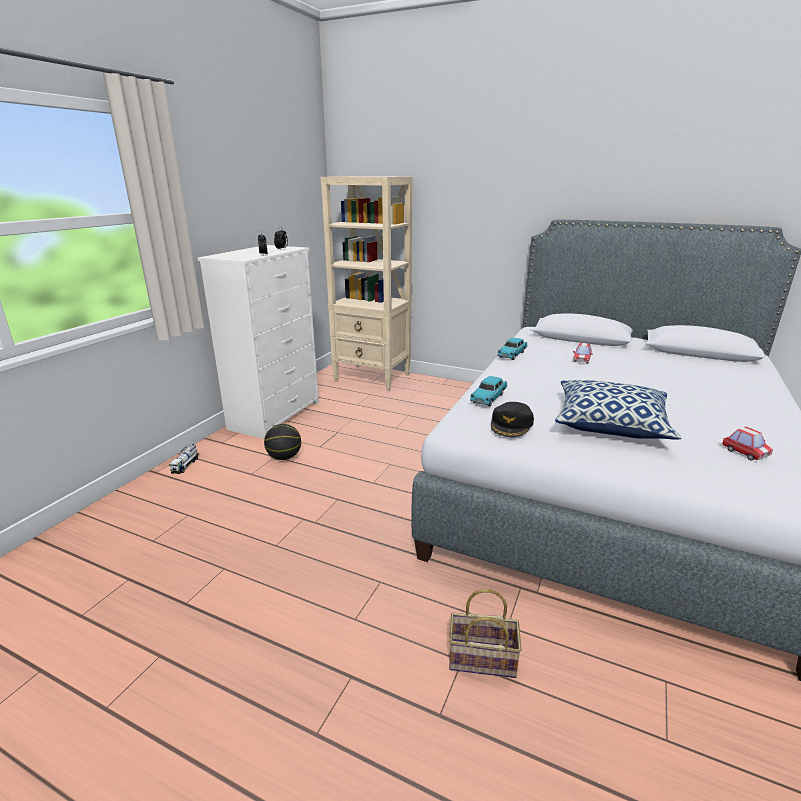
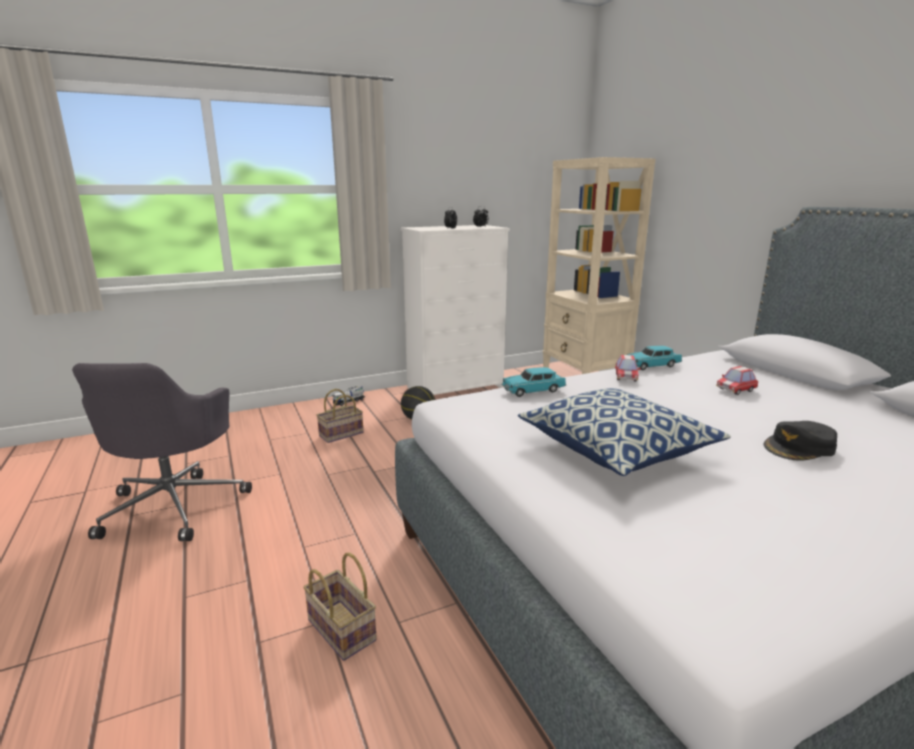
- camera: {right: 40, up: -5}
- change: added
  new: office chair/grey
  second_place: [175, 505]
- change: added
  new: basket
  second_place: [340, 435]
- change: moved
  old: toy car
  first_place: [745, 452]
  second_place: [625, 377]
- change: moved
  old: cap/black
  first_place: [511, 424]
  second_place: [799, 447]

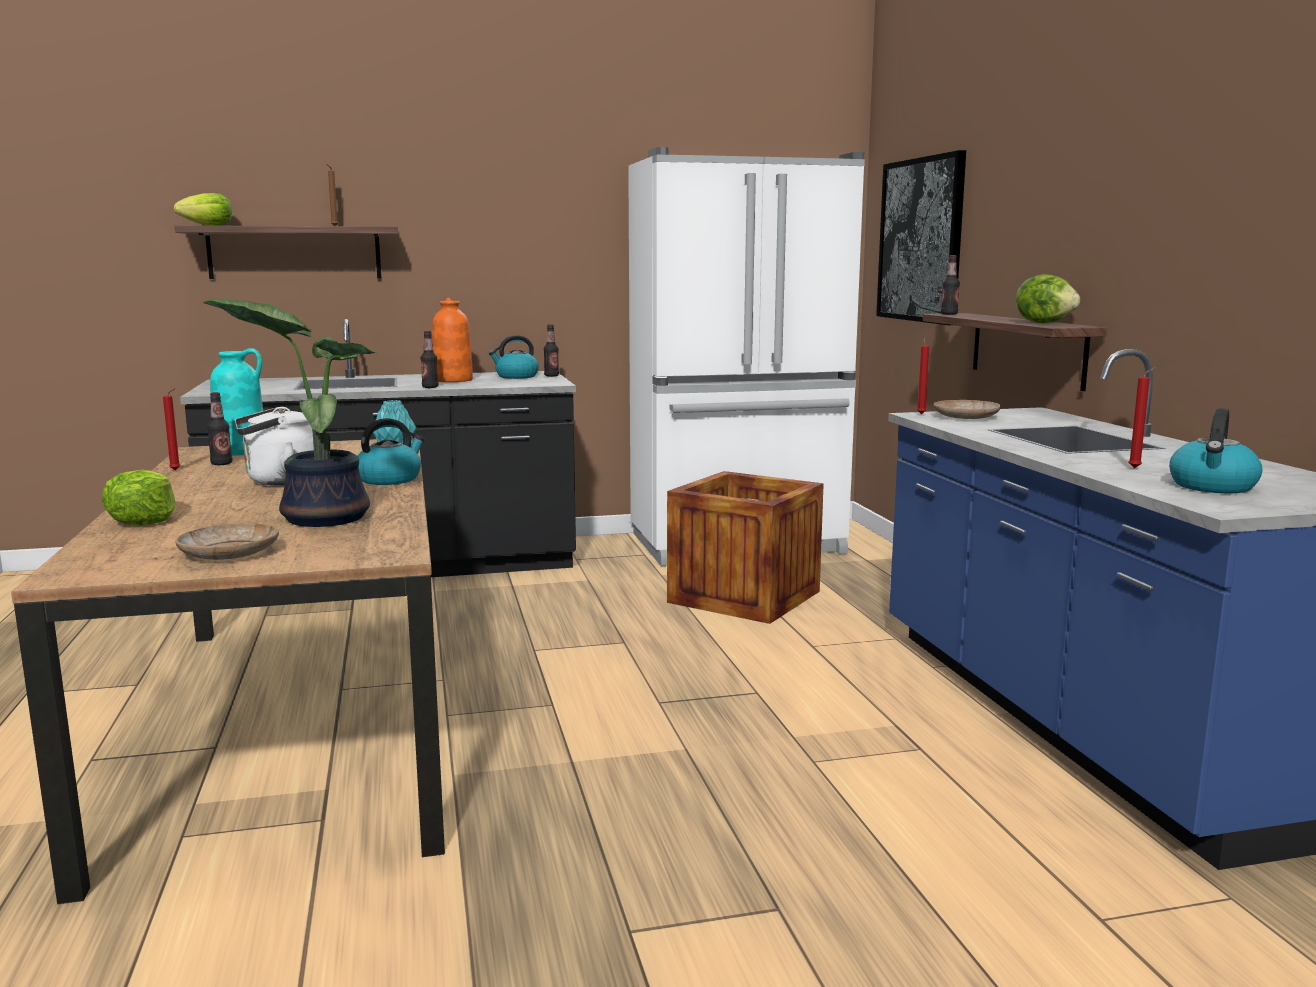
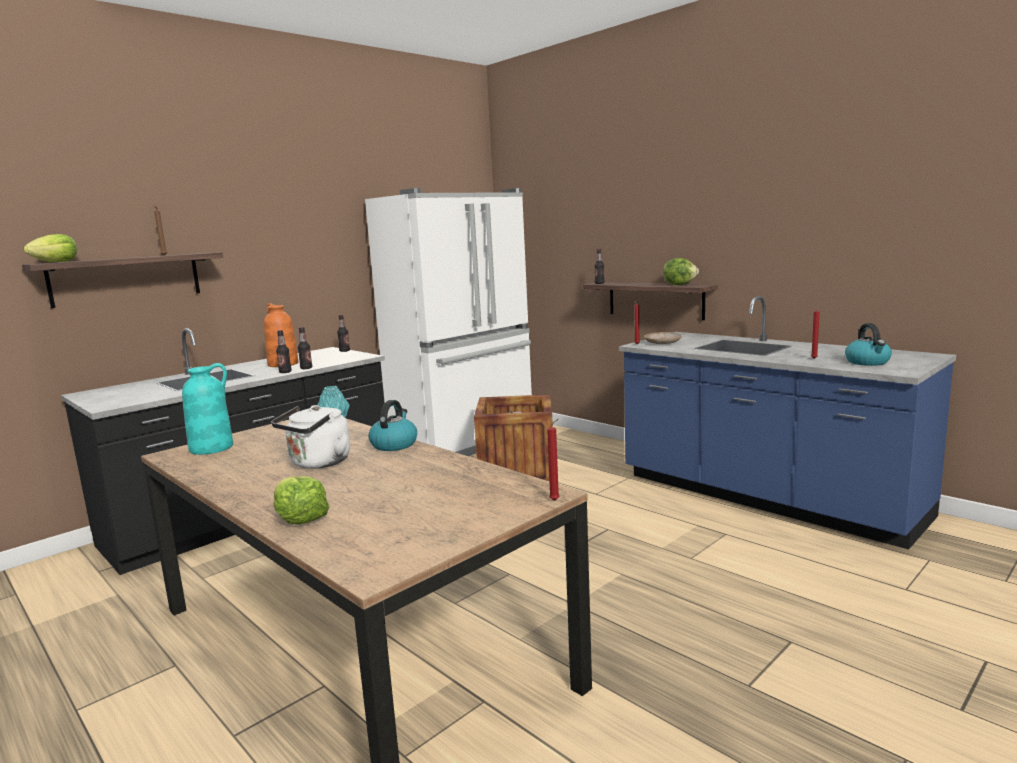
- camera: {right: -30, up: 0}
- change: moved
  old: bottle
  first_place: [221, 464]
  second_place: [306, 368]
- change: moved
  old: candle/red
  first_place: [177, 470]
  second_place: [556, 500]
- change: removed
  old: plate/beige
  first_place: [229, 553]
- change: removed
  old: potted plant
  first_place: [322, 517]
- change: removed
  old: kettle
  first_place: [516, 376]
- change: removed
  old: picture
  first_place: [921, 240]

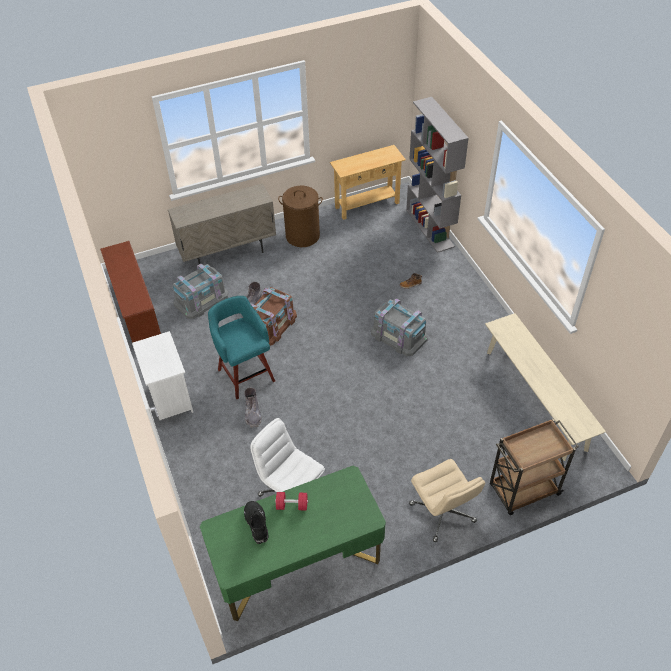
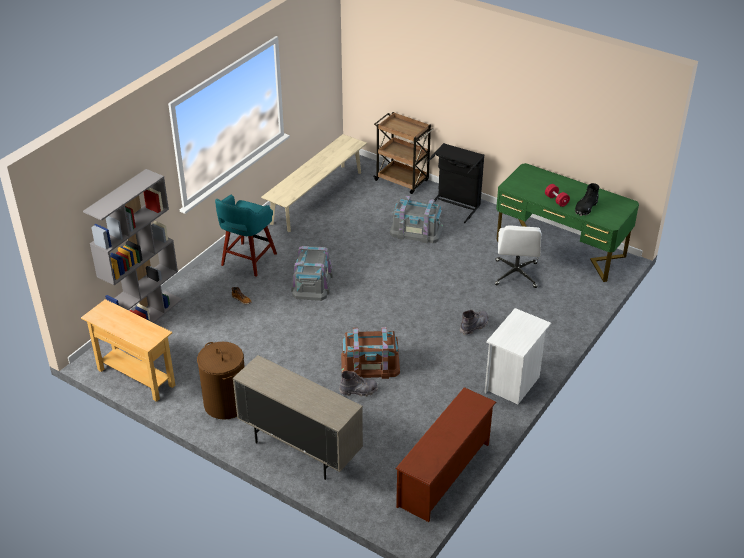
- camera: {right: -125, up: -10}
- change: moved
  old: stool/turquoise
  first_place: [245, 374]
  second_place: [248, 260]
- change: moved
  old: storage box/grey
  first_place: [201, 299]
  second_place: [416, 230]
- change: replaced
  old: office chair/beige
  new: laundry basket/black
  first_place: [443, 513]
  second_place: [455, 205]

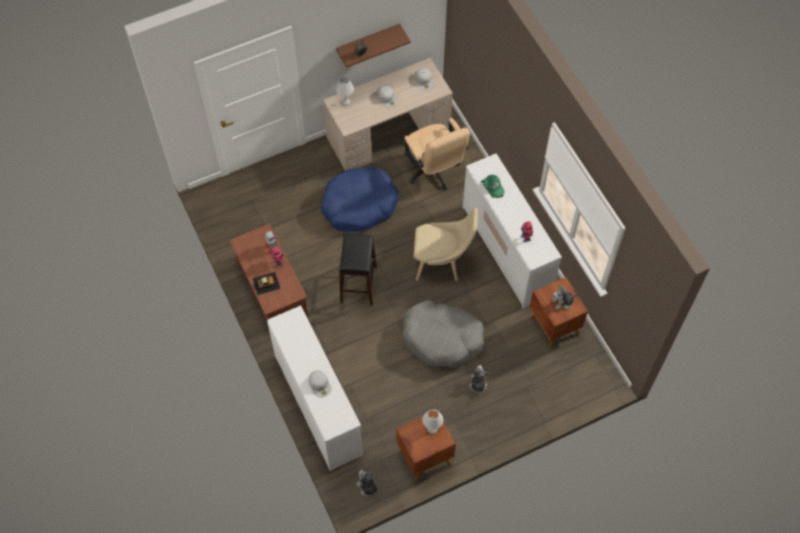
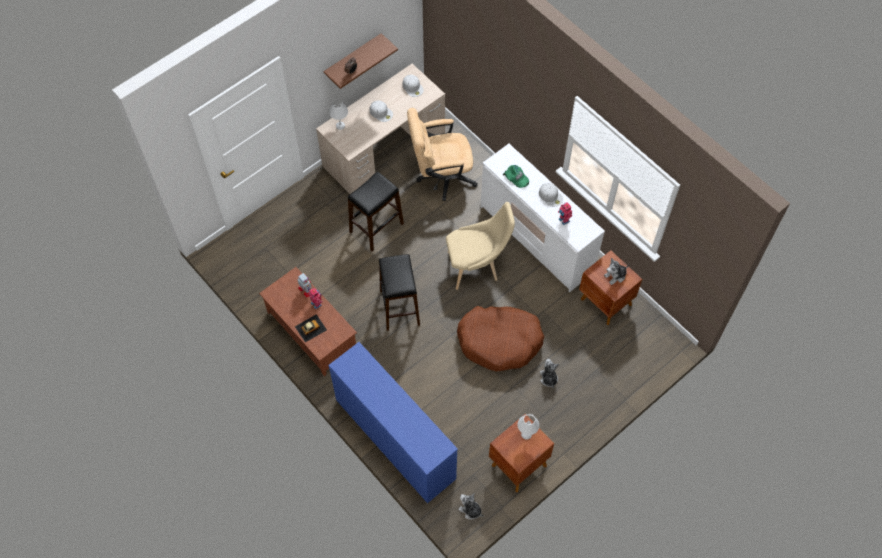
- camera: {right: -15, up: 0}
- change: recoloured
  old: dresser/white
  new: dresser/blue
  first_place: [318, 404]
  second_place: [395, 438]
- change: replaced
  old: dog bed/blue
  new: stool/black
  first_place: [359, 205]
  second_place: [376, 227]
- change: turned
  old: office chair/beige
  first_place: [434, 171]
  second_place: [441, 177]
  degrees: 120
- change: recoloured
  old: dog bed/grey
  new: dog bed/brown
  first_place: [442, 338]
  second_place: [499, 341]
- change: moved
  old: cap/white
  first_place: [320, 384]
  second_place: [551, 196]

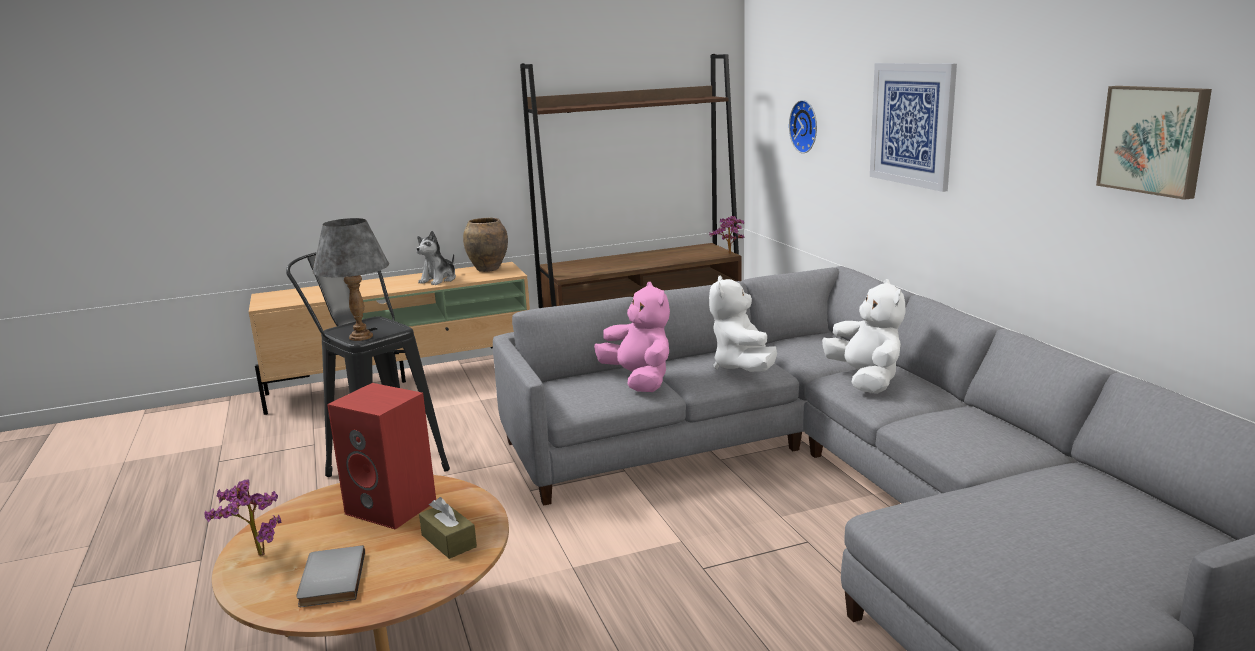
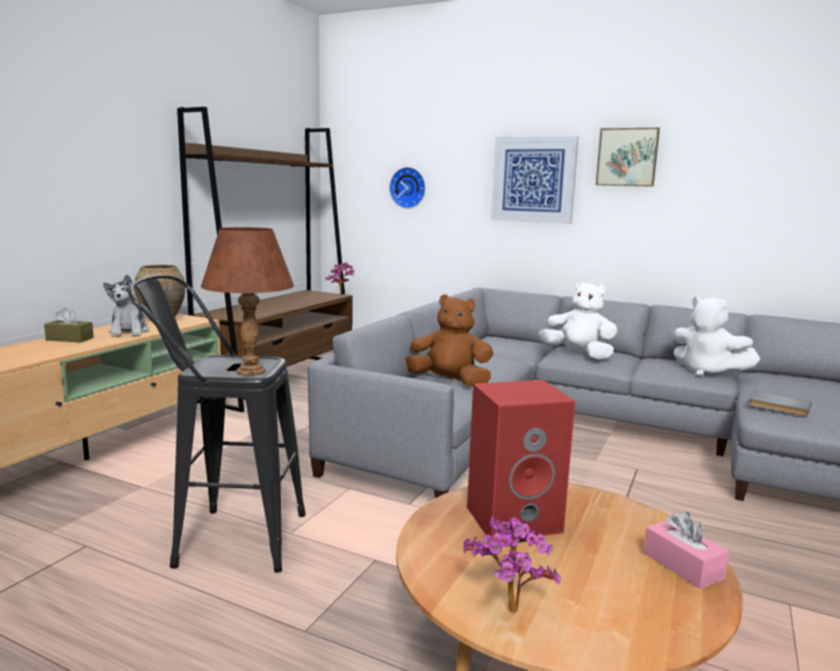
- camera: {right: -45, up: -5}
- change: moved
  old: tissue box/brown
  first_place: [448, 541]
  second_place: [70, 339]
- change: recoloured
  old: table lamp/grey
  new: table lamp/brown
  first_place: [361, 337]
  second_place: [251, 371]
- change: recoloured
  old: plush toy/pink
  new: plush toy/brown
  first_place: [639, 380]
  second_place: [449, 382]
- change: moved
  old: picture
  first_place: [1154, 140]
  second_place: [627, 157]
- change: added
  new: tissue box/pink
  second_place: [682, 565]
- change: moved
  old: plush toy/white
  first_place: [742, 367]
  second_place: [707, 371]
- change: moved
  old: book/grey
  first_place: [329, 579]
  second_place: [779, 406]

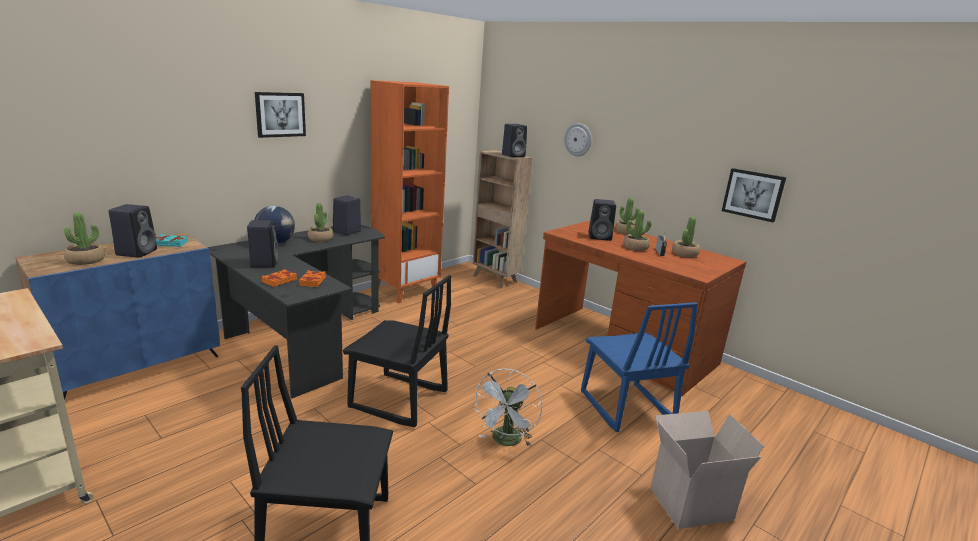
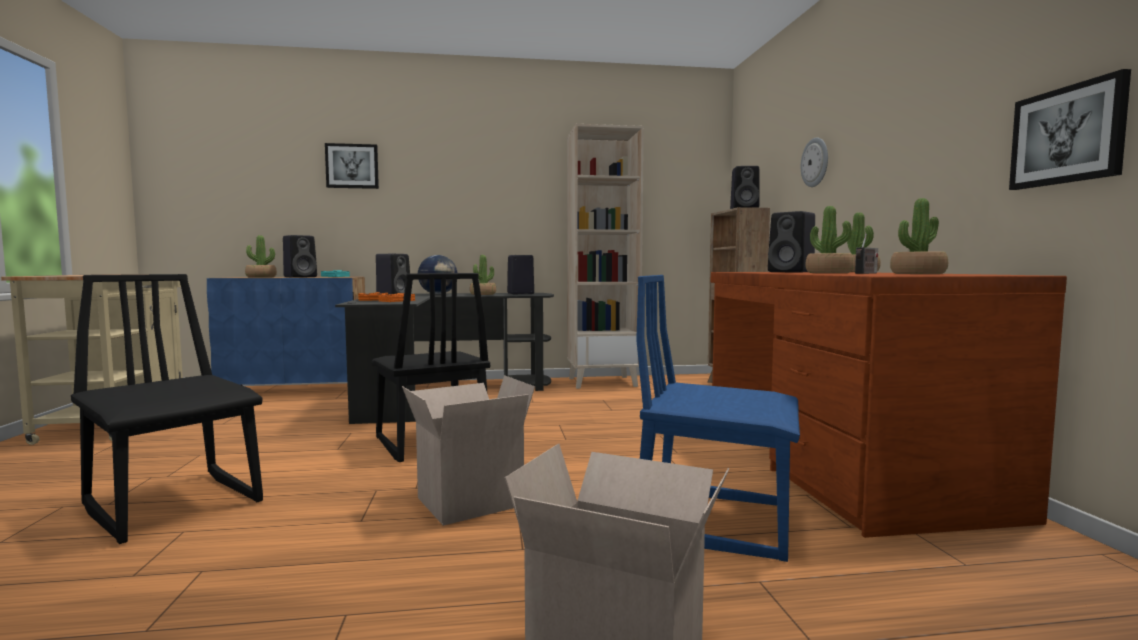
- camera: {right: 40, up: -15}
- change: moved
  old: picture
  first_place: [280, 114]
  second_place: [352, 166]
- change: replaced
  old: fan/white
  new: cardboard box
  first_place: [506, 441]
  second_place: [470, 500]
- change: recoloured
  old: bookcase/orange
  new: bookcase/beige
  first_place: [405, 290]
  second_place: [602, 382]
- change: turned
  old: chair/blue
  first_place: [625, 408]
  second_place: [716, 520]
  degrees: 90

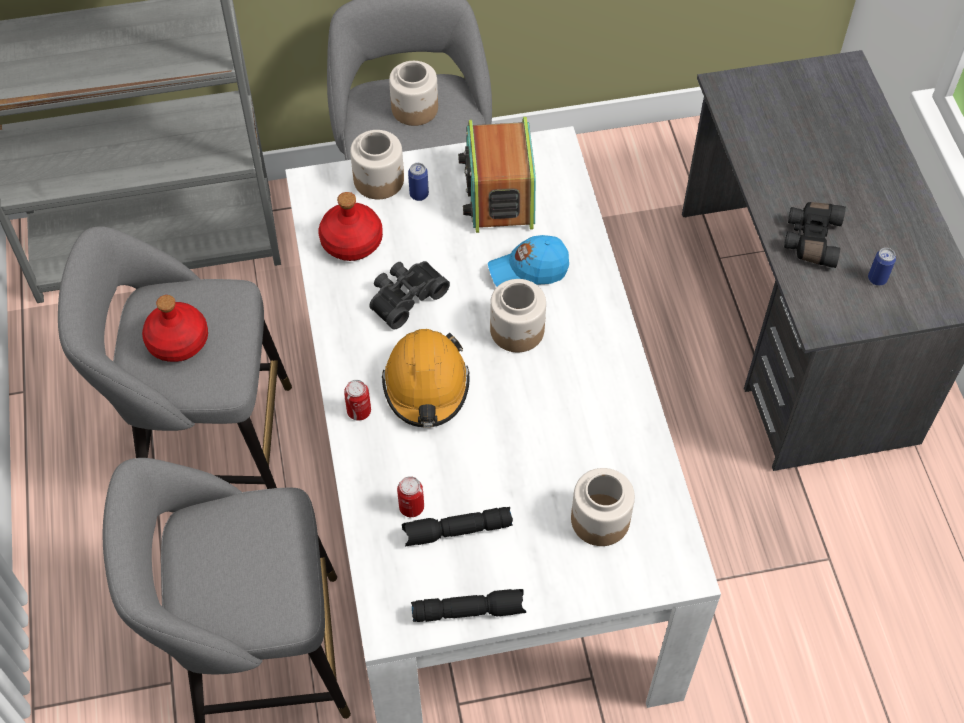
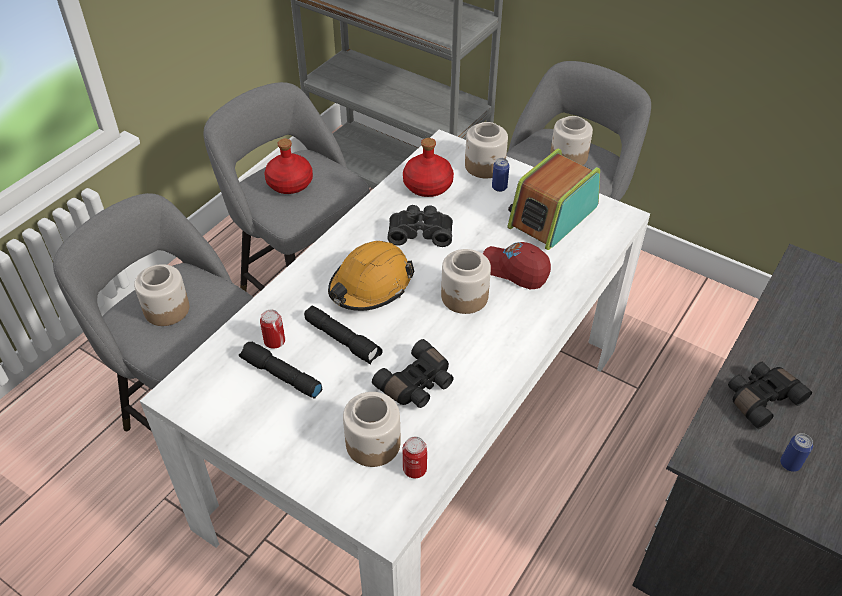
- camera: {right: 45, up: -10}
- change: added
  new: jar
  second_place: [167, 310]
- change: moved
  old: flashlight/black
  first_place: [469, 610]
  second_place: [343, 340]
- change: added
  new: binoculars/black
  second_place: [417, 385]
- change: moved
  old: can
  first_place: [359, 411]
  second_place: [414, 469]
- change: recoloured
  old: cap/blue
  new: cap/red
  first_place: [528, 270]
  second_place: [515, 270]

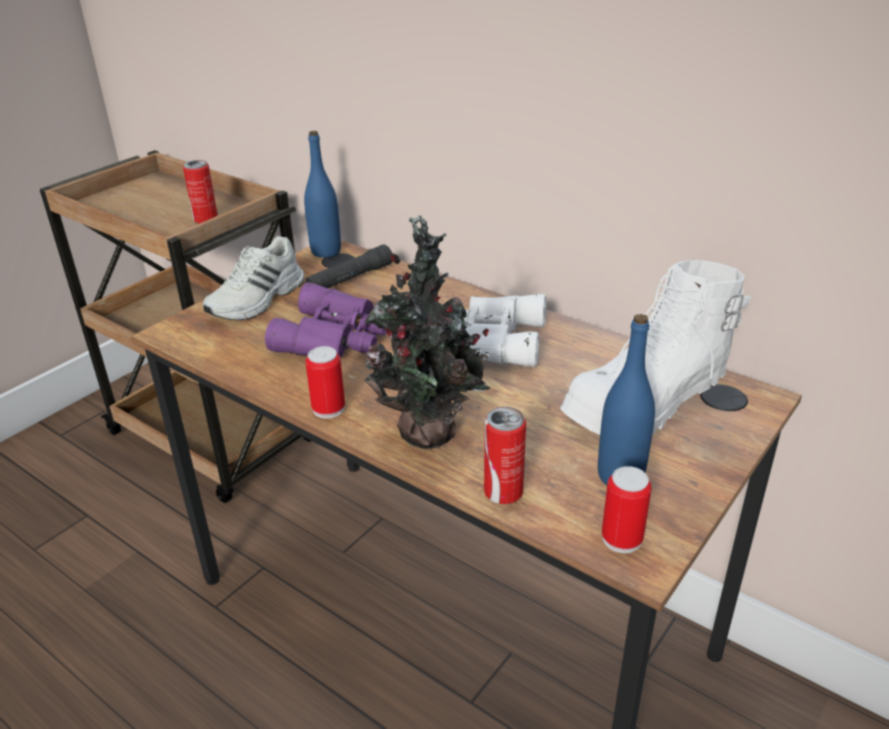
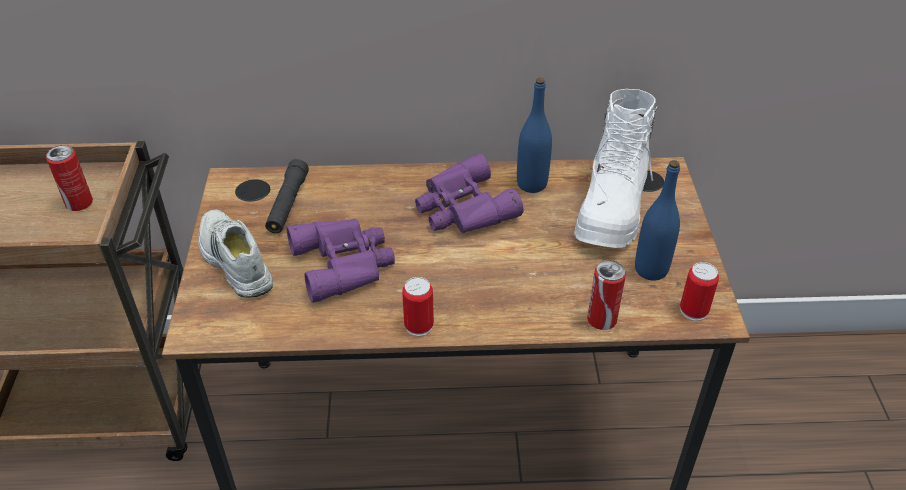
- camera: {right: -40, up: 10}
- change: turned
  old: shoe/white
  first_place: [258, 300]
  second_place: [233, 261]
  degrees: 150
- change: recoloured
  old: binoculars/white
  new: binoculars/purple
  first_place: [491, 340]
  second_place: [463, 208]
- change: moved
  old: bottle/blue
  first_place: [326, 251]
  second_place: [531, 184]
- change: removed
  old: potted plant
  first_place: [431, 436]

